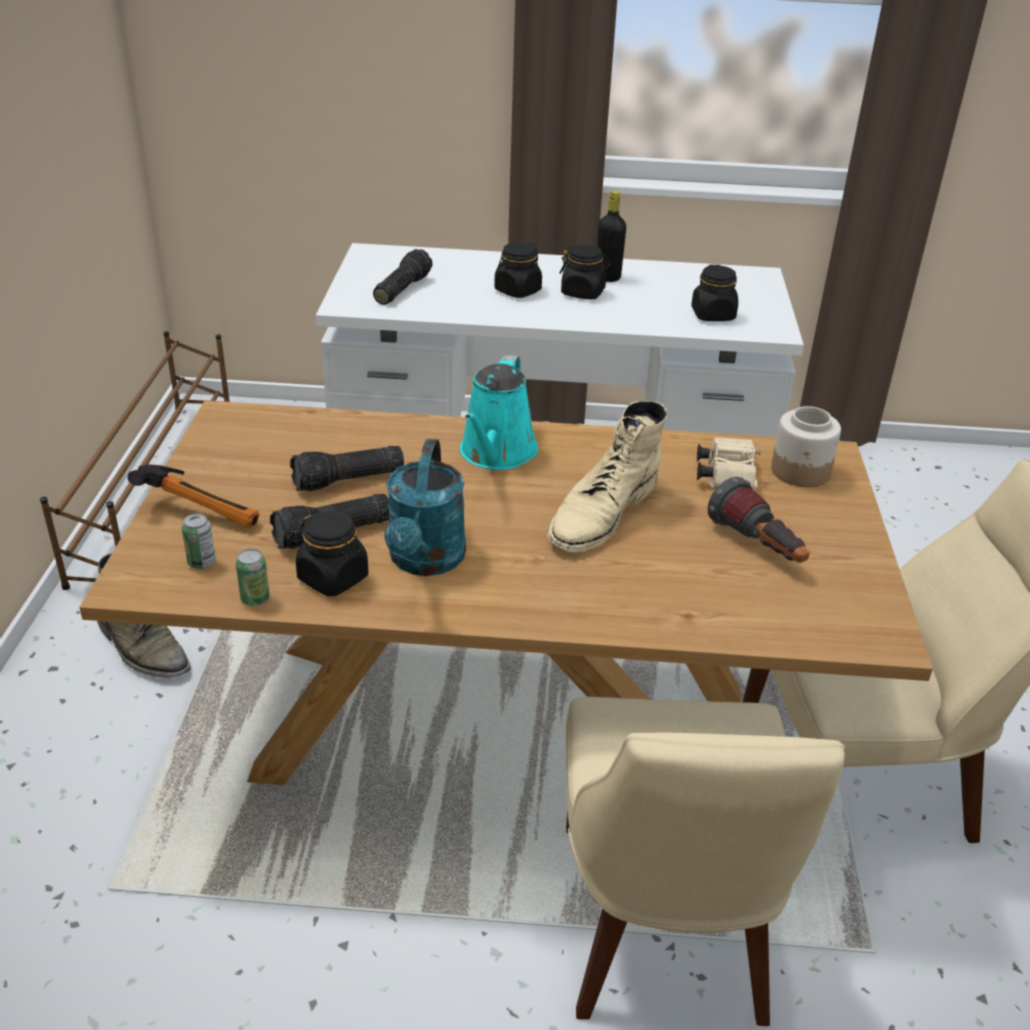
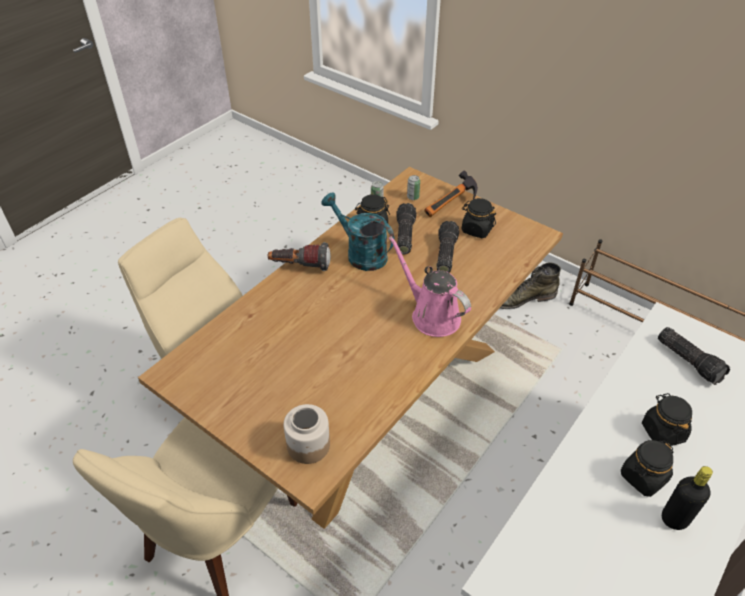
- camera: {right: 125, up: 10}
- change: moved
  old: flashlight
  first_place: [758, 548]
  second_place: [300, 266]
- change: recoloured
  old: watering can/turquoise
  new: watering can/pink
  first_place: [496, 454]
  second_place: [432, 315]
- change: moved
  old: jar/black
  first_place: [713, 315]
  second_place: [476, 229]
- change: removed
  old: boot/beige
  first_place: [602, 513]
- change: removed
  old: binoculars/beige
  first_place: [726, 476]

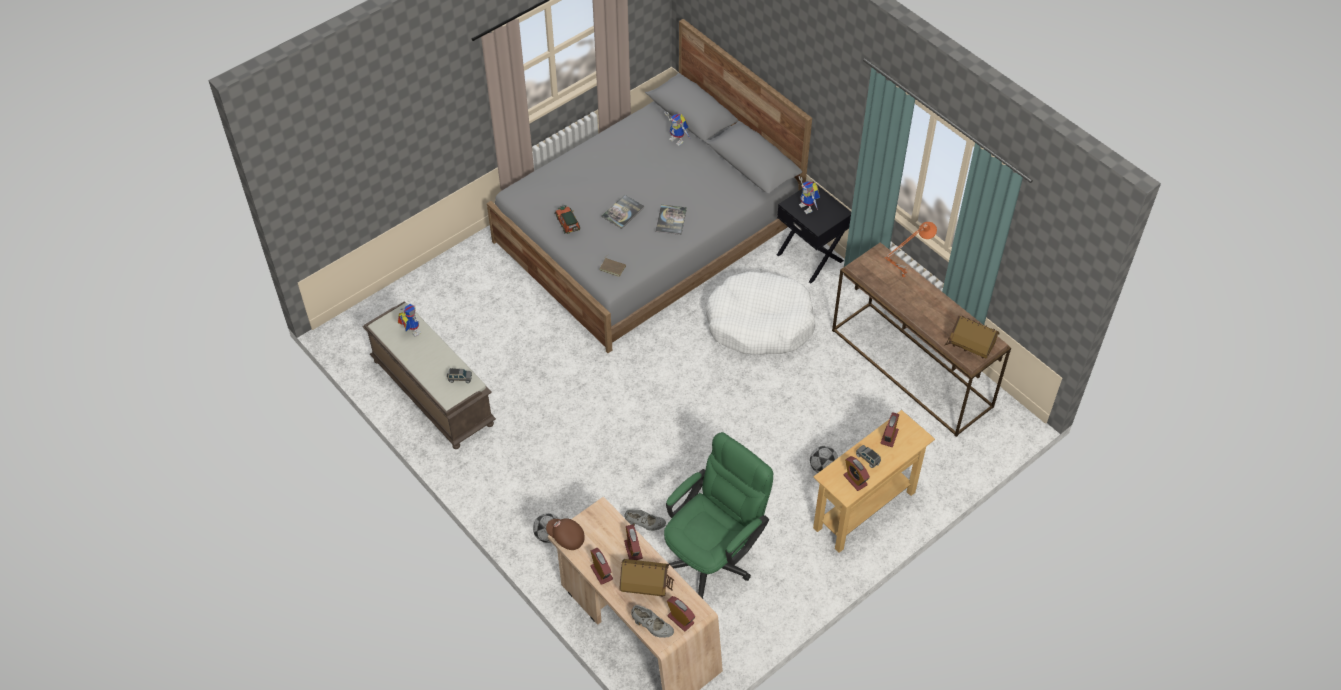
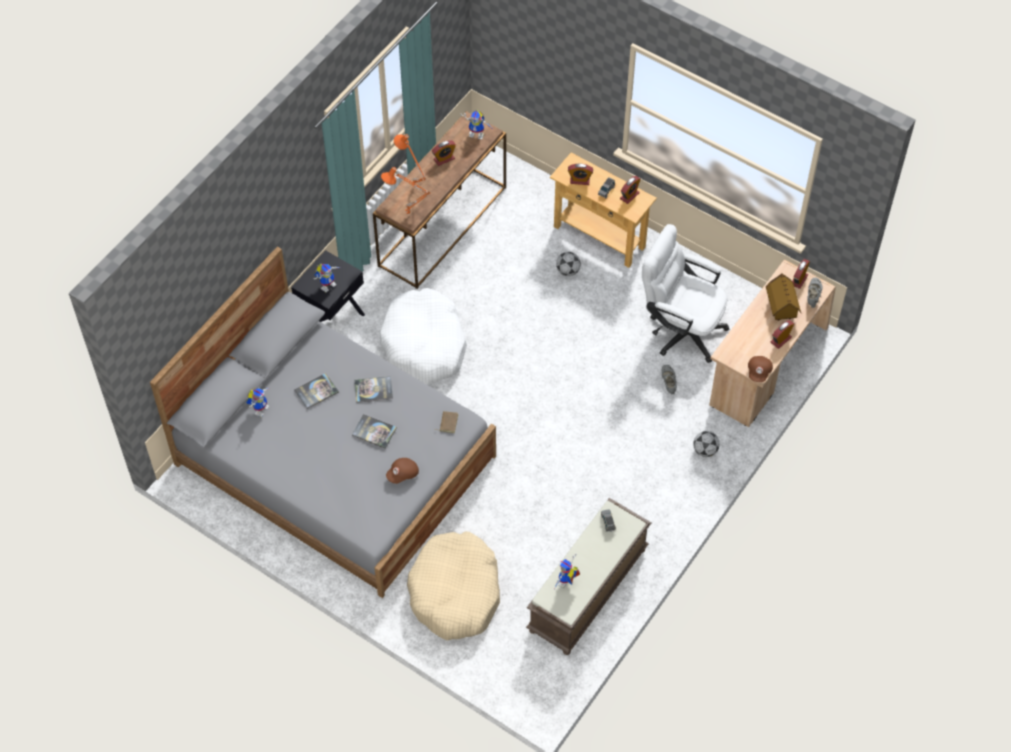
- camera: {right: -105, up: 5}
- change: added
  new: book
  second_place: [316, 391]
- change: added
  new: table lamp/orange
  second_place: [407, 215]
- change: replaced
  old: toy car
  new: cap/brown
  first_place: [568, 224]
  second_place: [403, 474]
- change: added
  new: dog bed/beige
  second_place: [455, 592]
- change: moved
  old: alarm clock
  first_place: [633, 550]
  second_place: [444, 159]
- change: replaced
  old: toy house
  new: toy robot
  first_place: [970, 347]
  second_place: [478, 134]
- change: recoloured
  old: office chair/green
  new: office chair/white
  first_place: [713, 556]
  second_place: [680, 329]

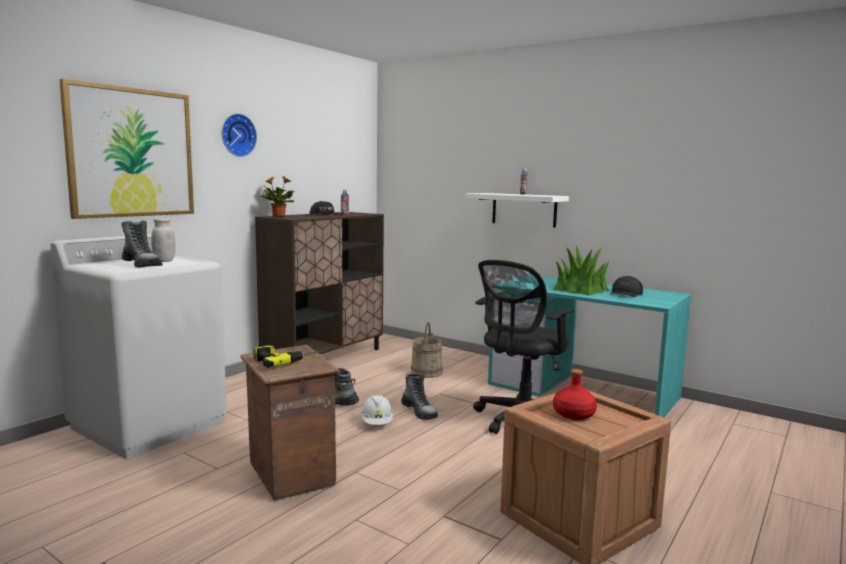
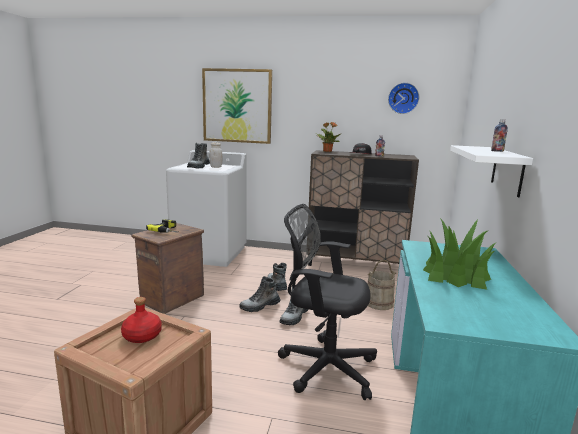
- camera: {right: 65, up: 5}
- change: replaced
  old: hard hat/white
  new: boot
  first_place: [377, 423]
  second_place: [260, 306]
- change: moved
  old: wall clock
  first_place: [237, 135]
  second_place: [403, 98]
- change: removed
  old: cap/black
  first_place: [625, 293]

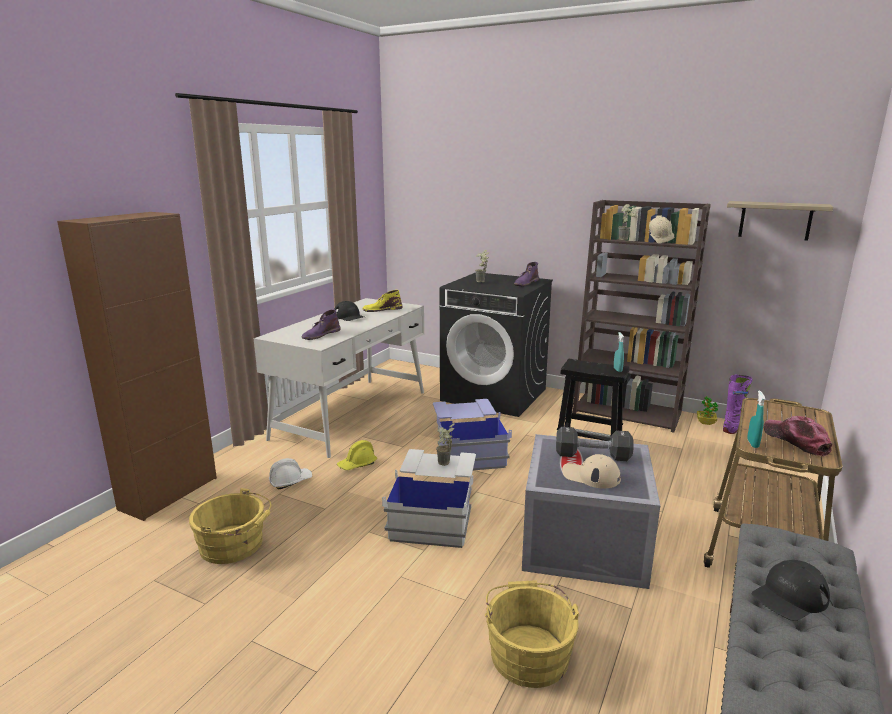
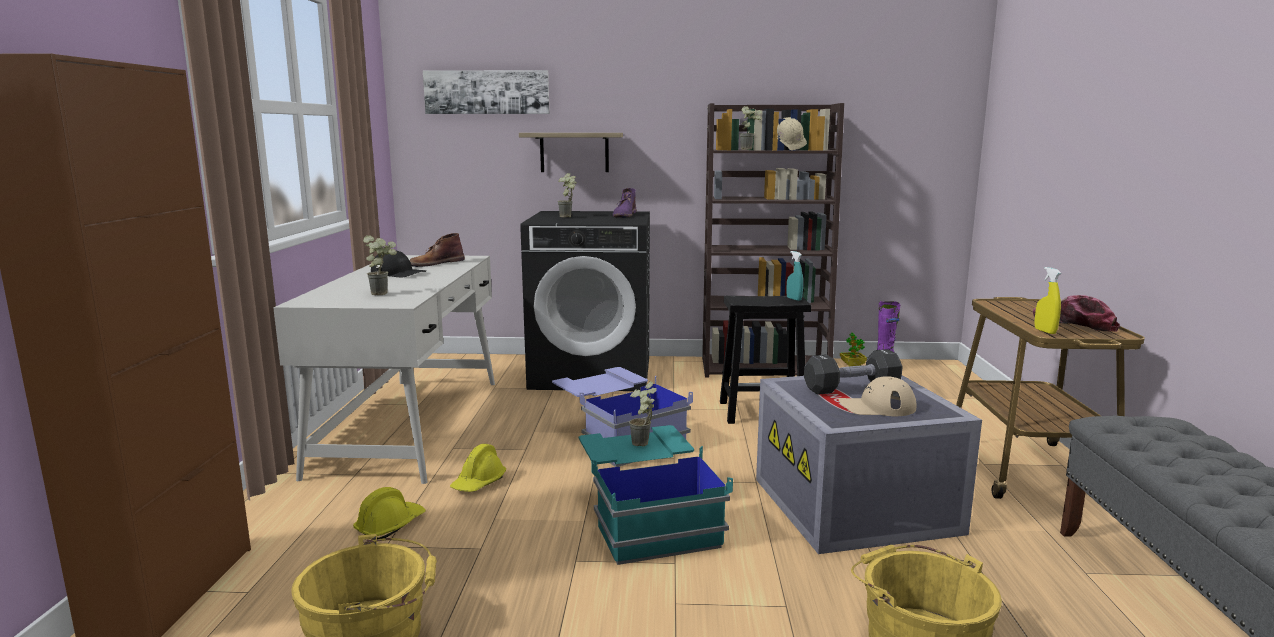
- camera: {right: -25, up: -5}
- change: recoloured
  old: hard hat/white
  new: hard hat/yellow
  first_place: [290, 481]
  second_place: [390, 525]
- change: replaced
  old: boot/purple
  new: potted plant
  first_place: [320, 334]
  second_place: [384, 293]
- change: recoloured
  old: boot/yellow
  new: boot/brown
  first_place: [382, 309]
  second_place: [436, 263]
- change: added
  new: picture
  second_place: [487, 92]
- change: moved
  old: shelf
  first_place: [775, 220]
  second_place: [574, 152]
- change: recoloured
  old: storage box/white
  new: storage box/turquoise
  first_place: [434, 514]
  second_place: [647, 518]
- change: recoloured
  old: spray bottle/turquoise
  new: spray bottle/yellow
  first_place: [752, 443]
  second_place: [1045, 331]
- change: removed
  old: cap/black
  first_place: [790, 597]

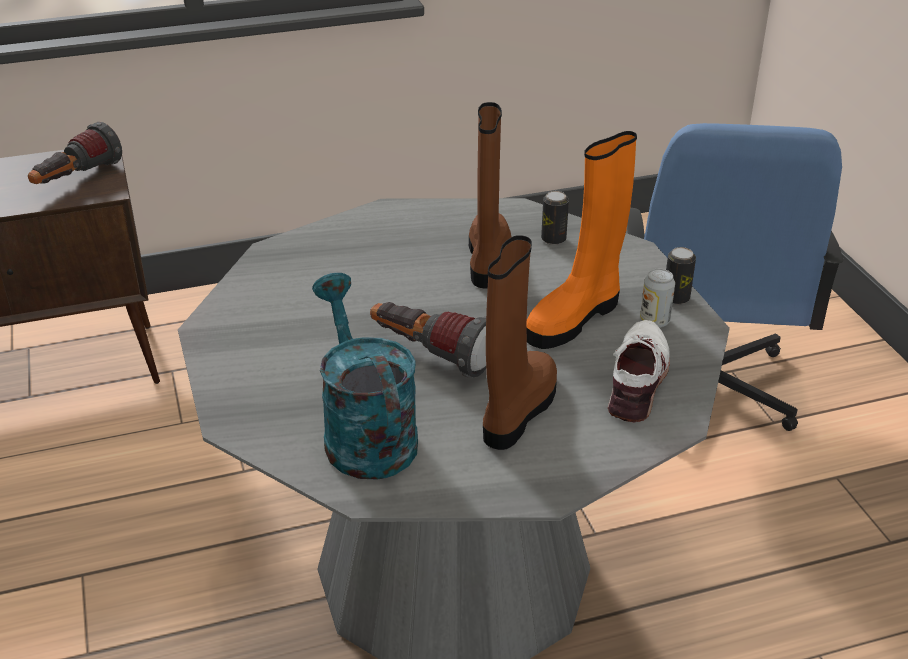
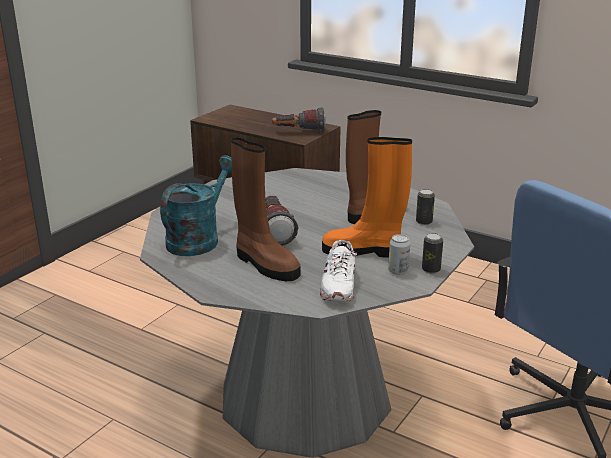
- camera: {right: 50, up: -10}
- change: turned
  old: boot/brown
  first_place: [517, 411]
  second_place: [265, 264]
  degrees: 60
- change: turned
  old: shoe/white
  first_place: [639, 380]
  second_place: [338, 284]
  degrees: 120

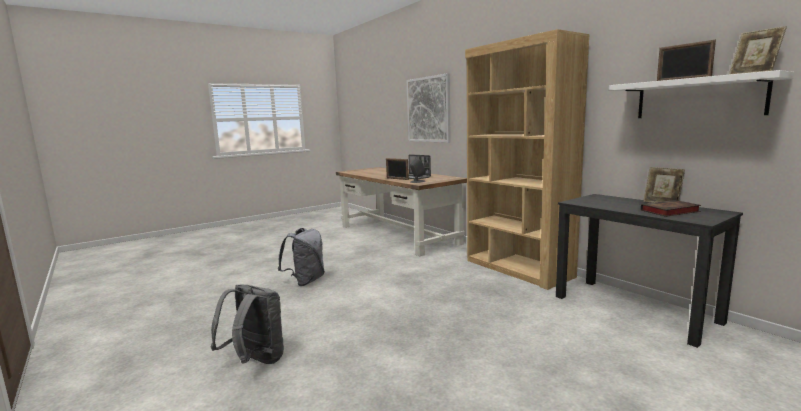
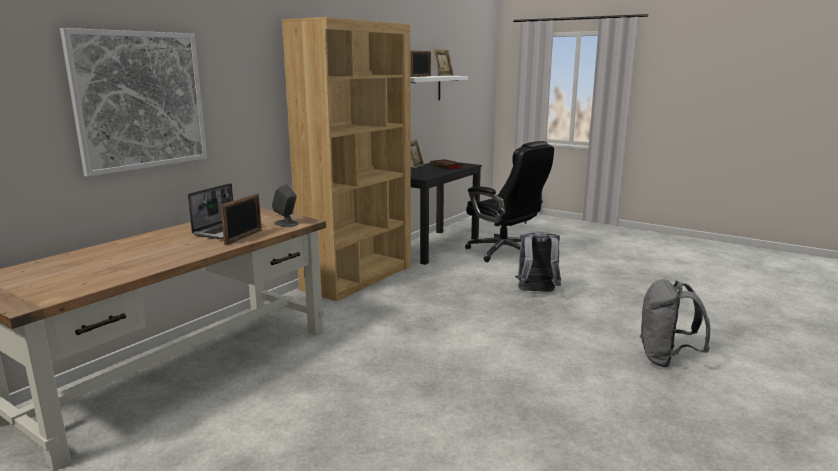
- camera: {right: -110, up: 5}
- change: added
  new: office chair/black
  second_place: [504, 252]
- change: moved
  old: backpack/grey
  first_place: [305, 281]
  second_place: [536, 292]

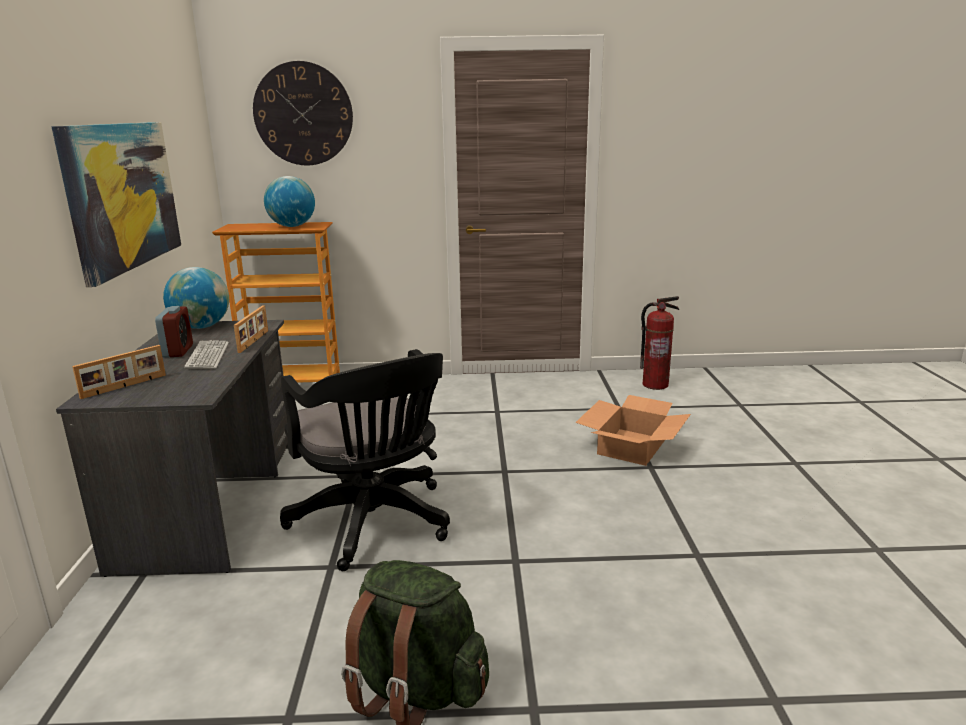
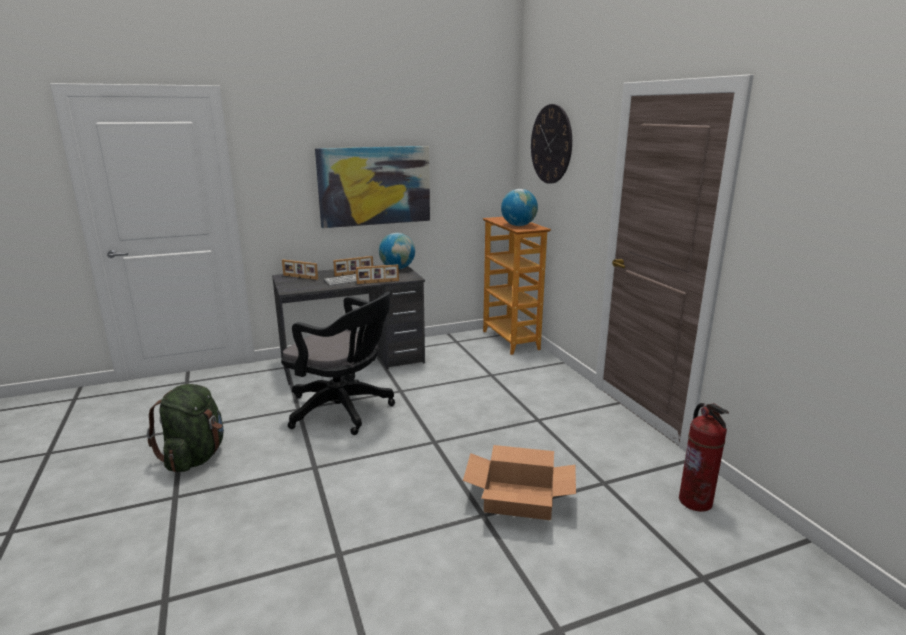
- camera: {right: 70, up: 0}
- change: turned
  old: office chair/black
  first_place: [374, 524]
  second_place: [344, 410]
  degrees: -105
- change: replaced
  old: alarm clock
  new: picture frame
  first_place: [178, 351]
  second_place: [354, 273]

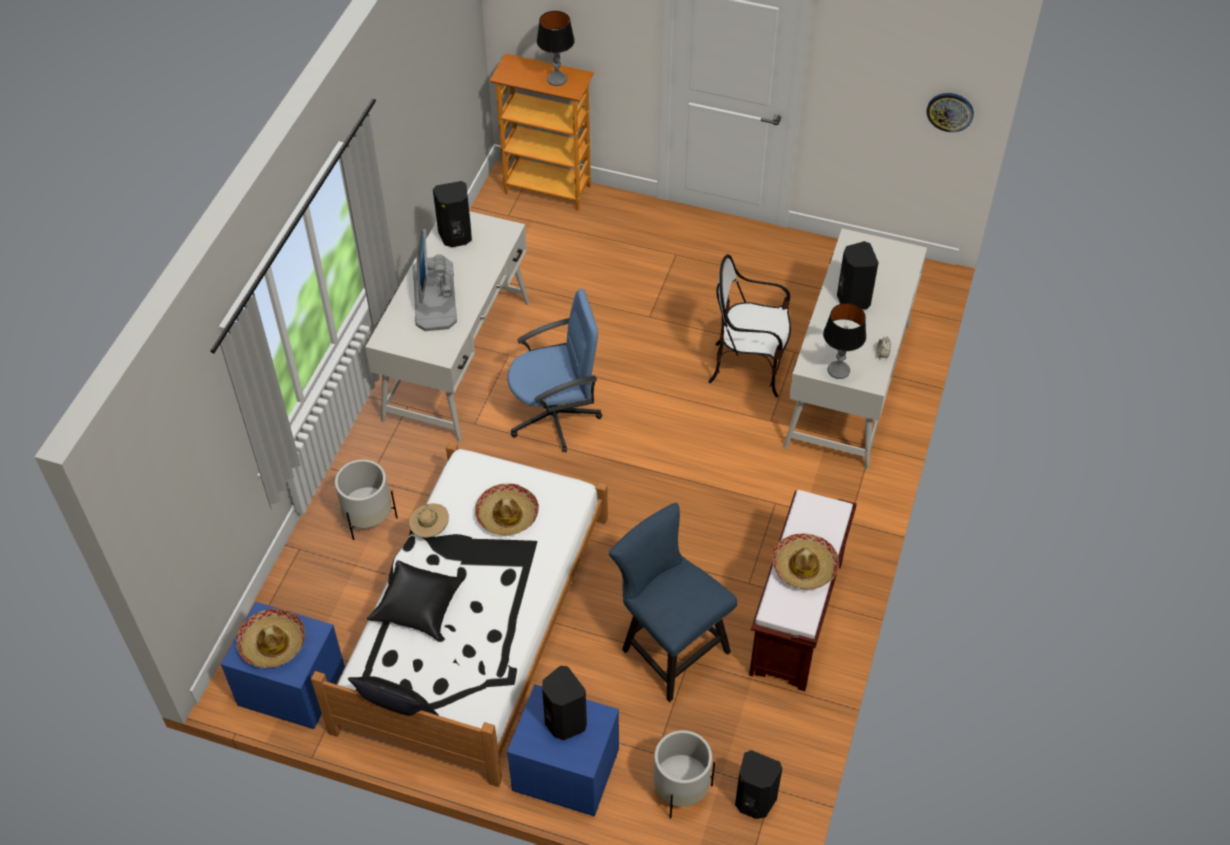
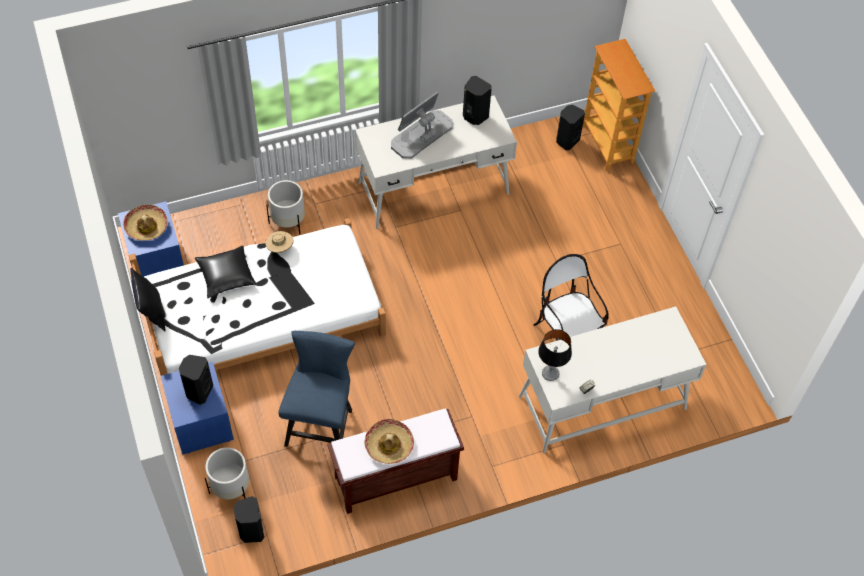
- camera: {right: 50, up: 5}
- change: moved
  old: speaker/black
  first_place: [852, 299]
  second_place: [567, 140]
- change: removed
  old: hat
  first_place: [507, 515]
- change: removed
  old: office chair/blue
  first_place: [555, 416]
- change: removed
  old: table lamp
  first_place: [557, 79]
- change: removed
  old: wall clock
  first_place: [950, 111]

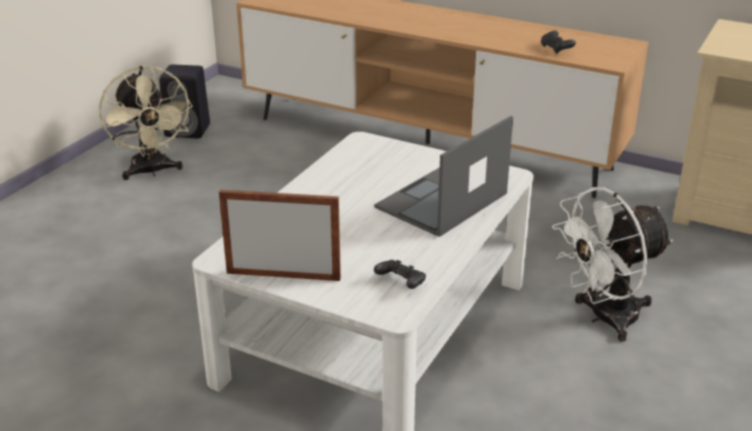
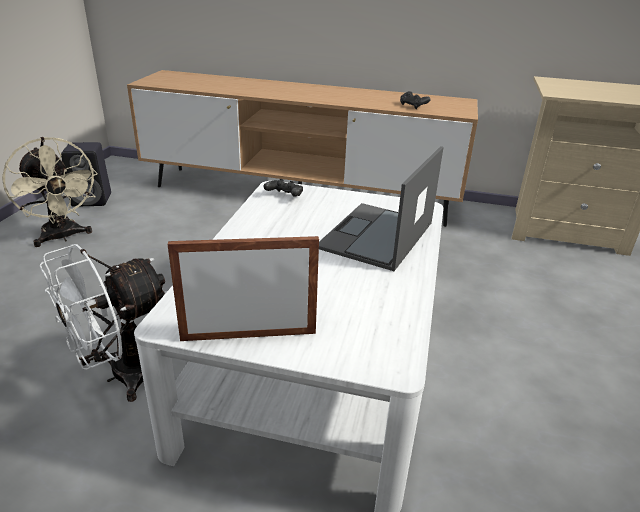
- camera: {right: -15, up: 0}
- change: moved
  old: fan/white
  first_place: [604, 318]
  second_place: [122, 375]
- change: moved
  old: game controller/black
  first_place: [401, 283]
  second_place: [284, 196]

